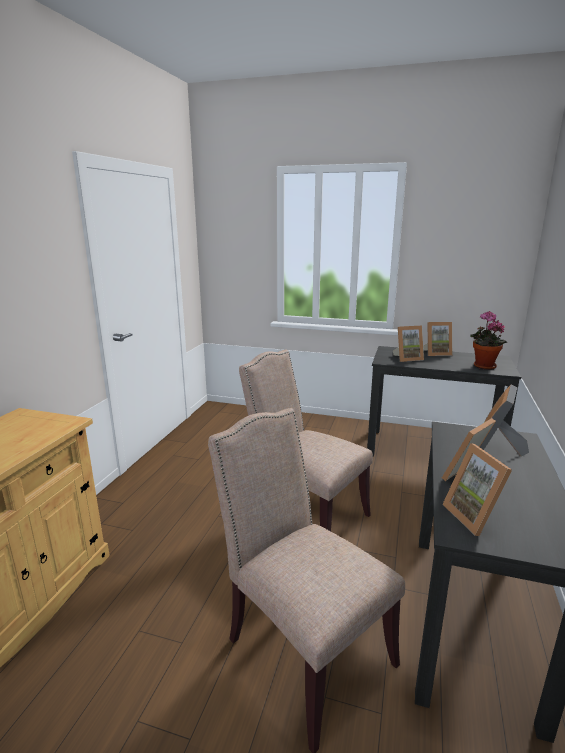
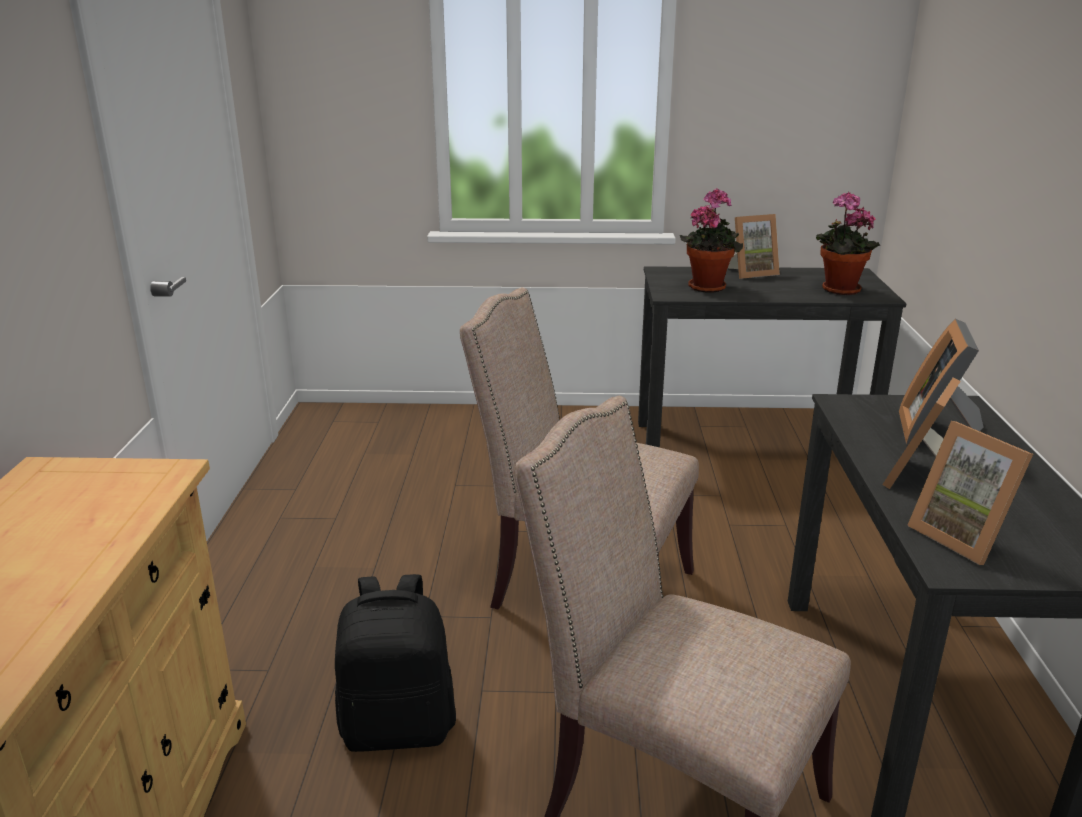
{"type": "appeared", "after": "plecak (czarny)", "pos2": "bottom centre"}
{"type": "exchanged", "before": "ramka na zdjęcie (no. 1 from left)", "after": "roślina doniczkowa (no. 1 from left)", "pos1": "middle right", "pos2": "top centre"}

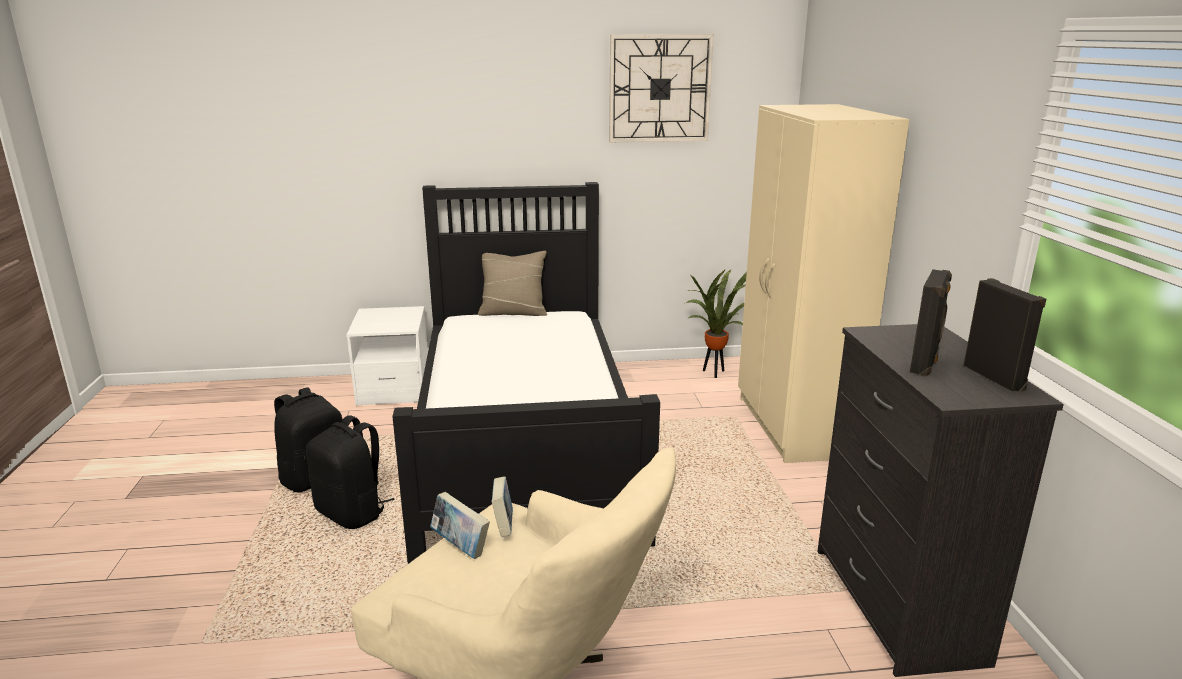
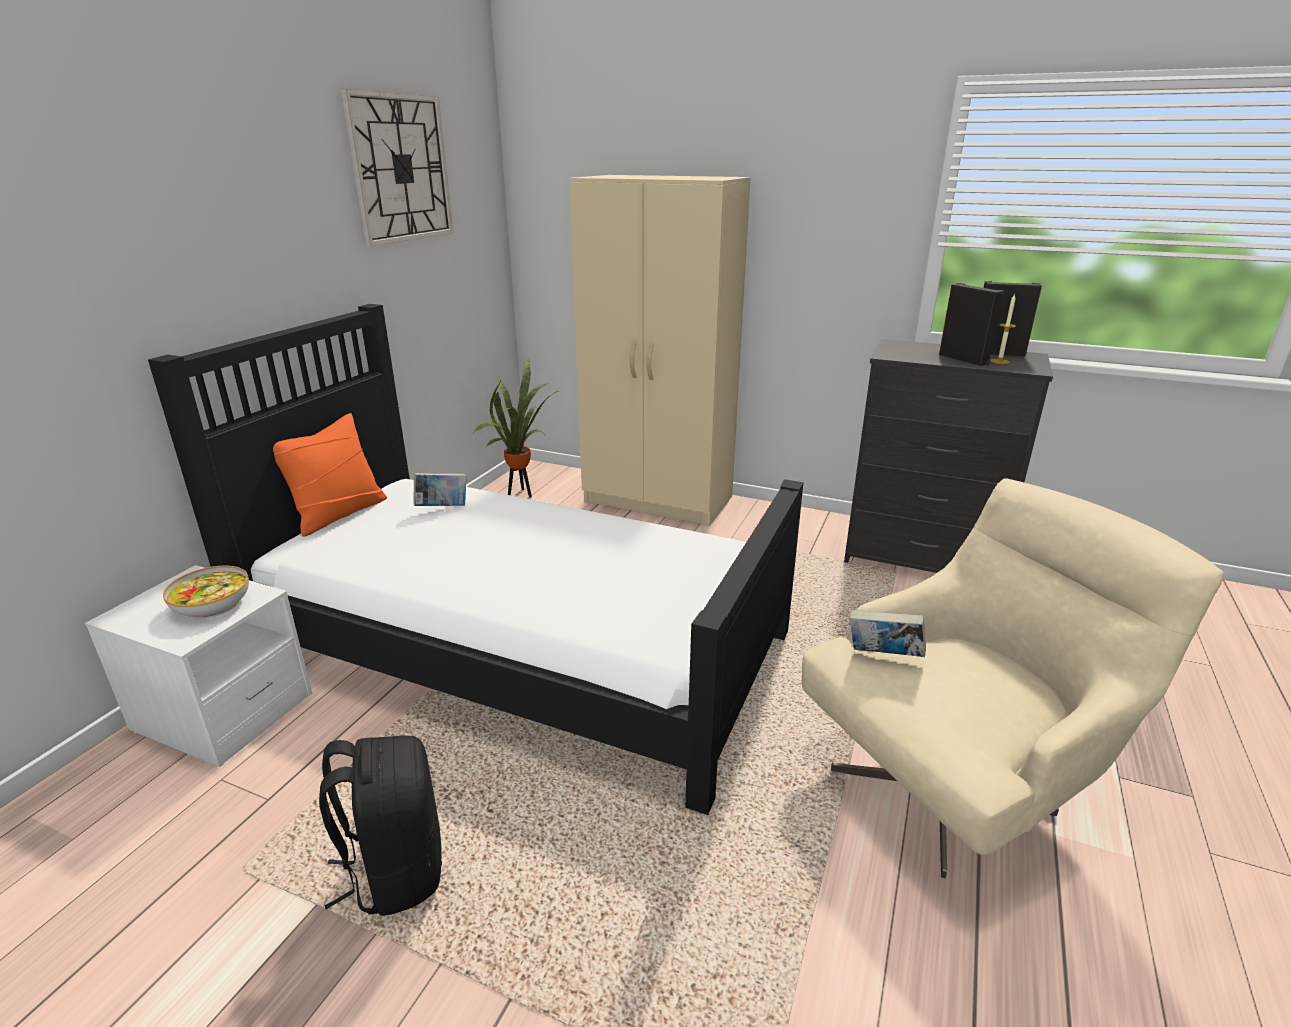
{"type": "appeared", "after": "miska", "pos2": "middle left"}
{"type": "colour", "before": "poduszka (beżowy)", "after": "poduszka (pomarańczowy)", "pos1": "centre", "pos2": "middle left"}
{"type": "relocated", "before": "książka (no. 1 from left)", "pos1": "bottom centre", "pos2": "centre"}
{"type": "appeared", "after": "świeca", "pos2": "top right"}
{"type": "missing", "before": "plecak (czarny) (no. 2 from left)", "pos1": "bottom left"}

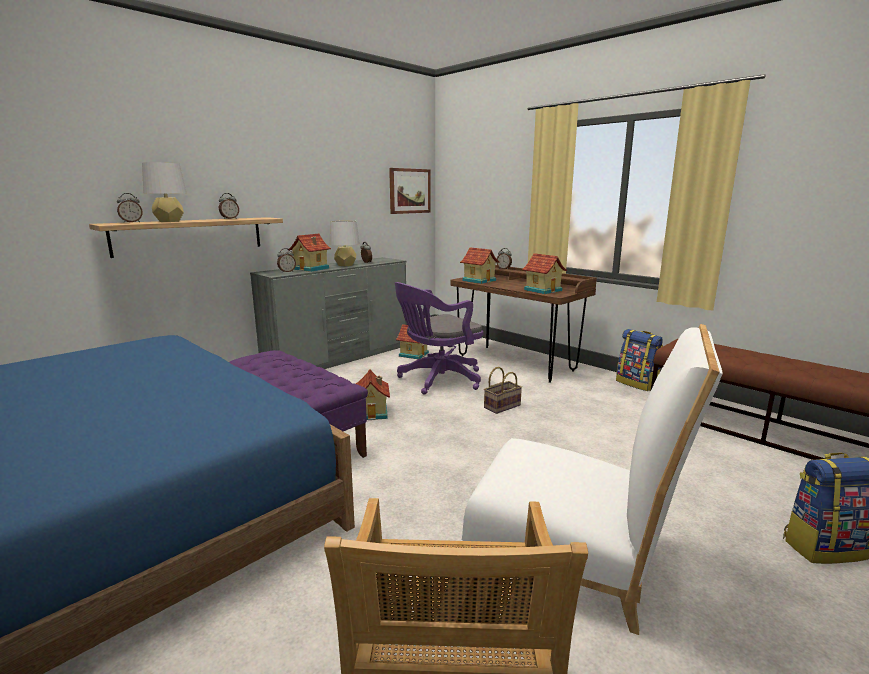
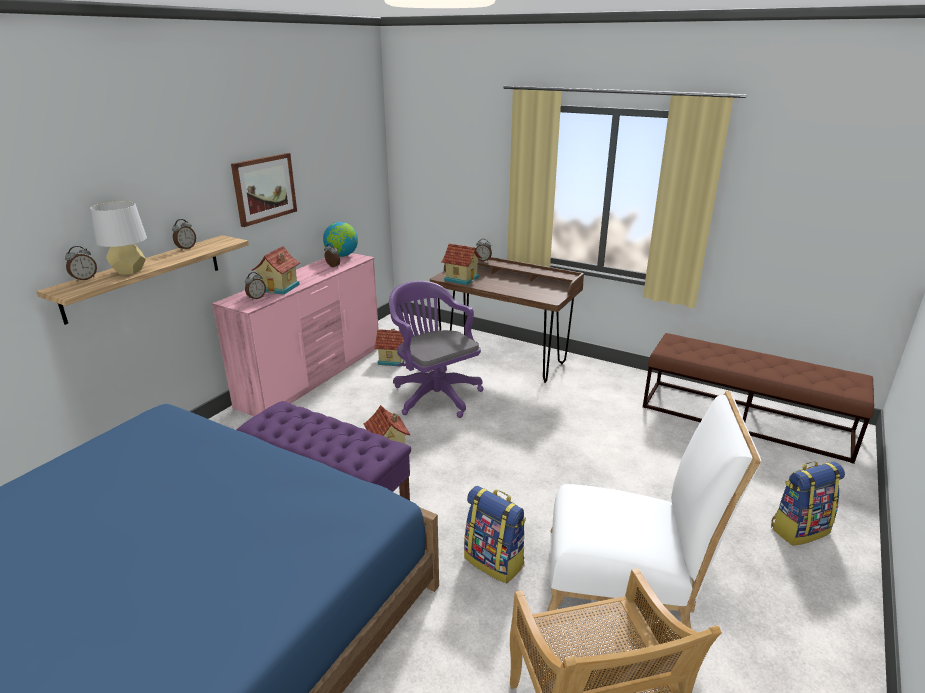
{"type": "colour", "before": "komoda (szary)", "after": "komoda (różowy)", "pos1": "centre", "pos2": "middle left"}
{"type": "relocated", "before": "obraz", "pos1": "top centre", "pos2": "top left"}
{"type": "appeared", "after": "globus", "pos2": "centre"}
{"type": "spun", "before": "krzesło biurowe (fioletowy)", "pos1": "centre", "pos2": "centre", "turn": 105}
{"type": "relocated", "before": "plecak (no. 1 from left)", "pos1": "middle right", "pos2": "bottom centre"}
{"type": "missing", "before": "lampa stołowa (szary) (no. 2 from left)", "pos1": "centre"}
{"type": "missing", "before": "koszyk", "pos1": "centre"}
{"type": "missing", "before": "domek (no. 5 from left)", "pos1": "centre"}

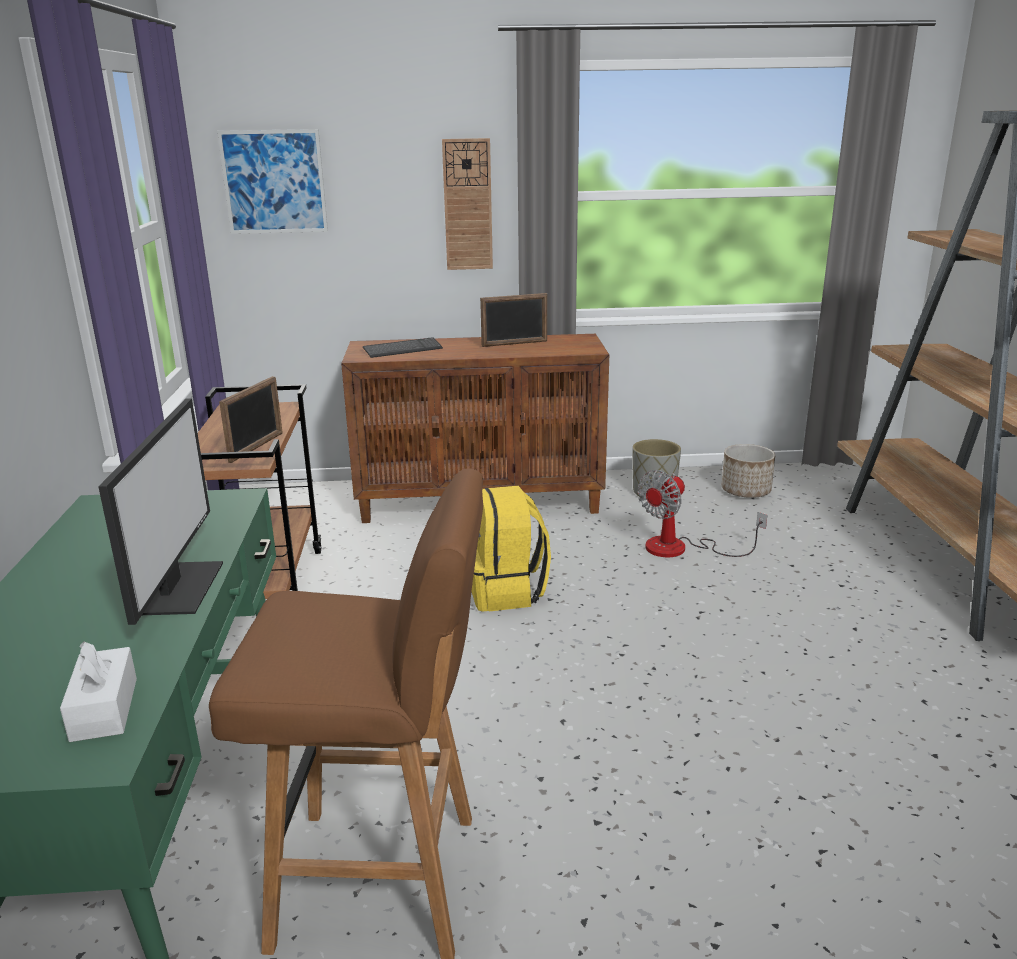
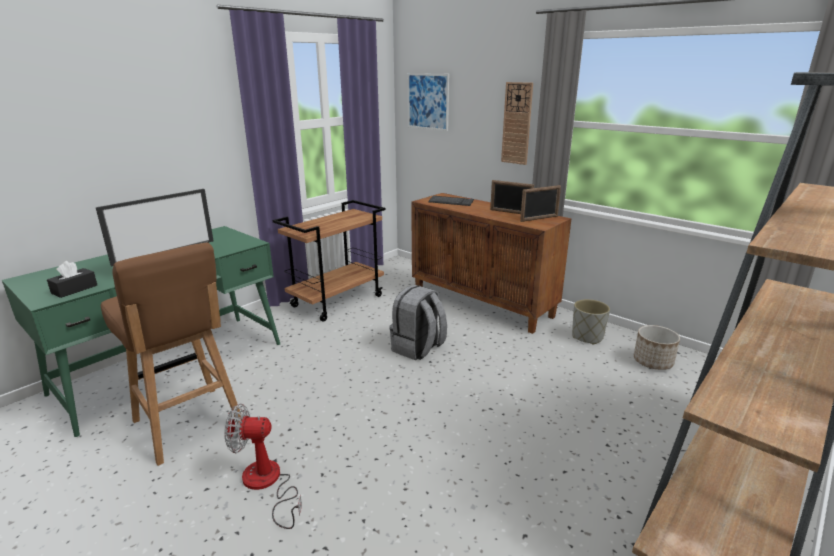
{"type": "colour", "before": "pudełko chusteczek (biały)", "after": "pudełko chusteczek (czarny)", "pos1": "bottom left", "pos2": "middle left"}
{"type": "relocated", "before": "wentylator", "pos1": "middle right", "pos2": "bottom left"}
{"type": "colour", "before": "plecak (żółty)", "after": "plecak (szary)", "pos1": "centre", "pos2": "centre"}
{"type": "relocated", "before": "ramka na zdjęcie (no. 1 from left in the first image)", "after": "ramka na zdjęcie (no. 2 from left)", "pos1": "middle left", "pos2": "centre"}

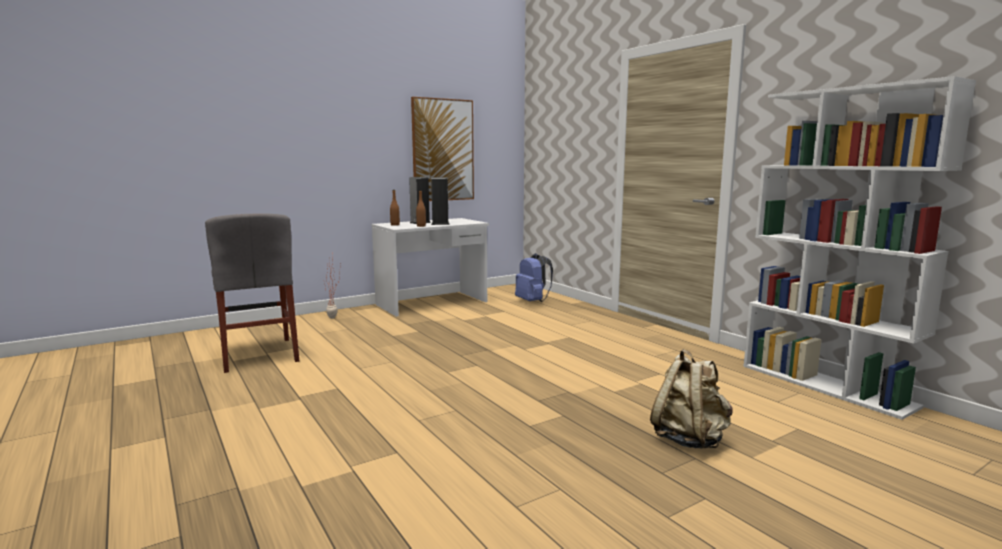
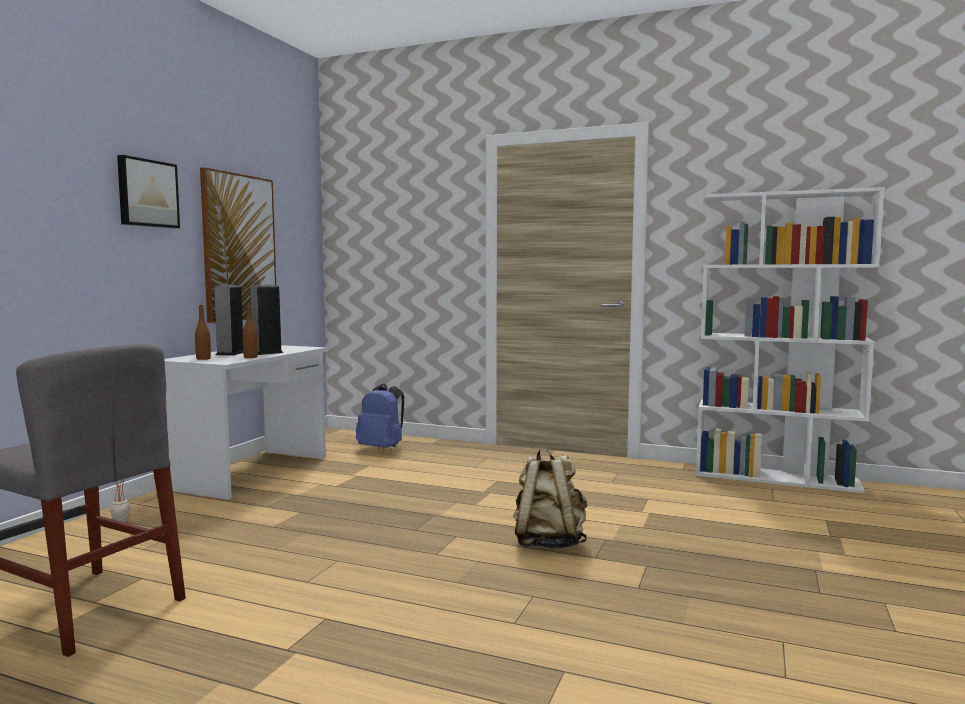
{"type": "appeared", "after": "obraz (no. 1 from left)", "pos2": "top left"}
{"type": "relocated", "before": "plecak (beżowy)", "pos1": "bottom right", "pos2": "bottom centre"}

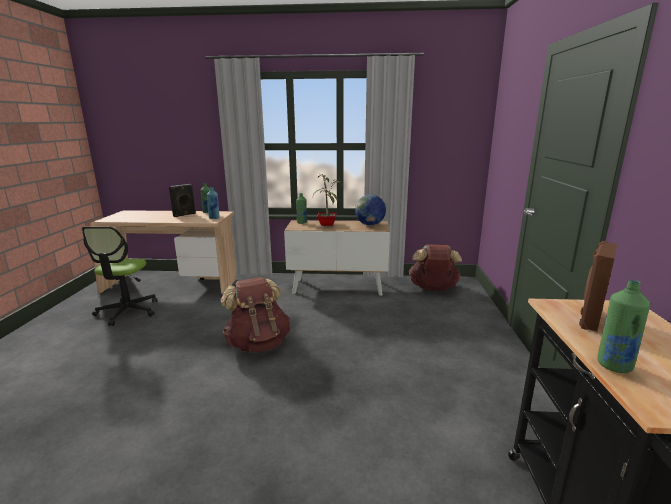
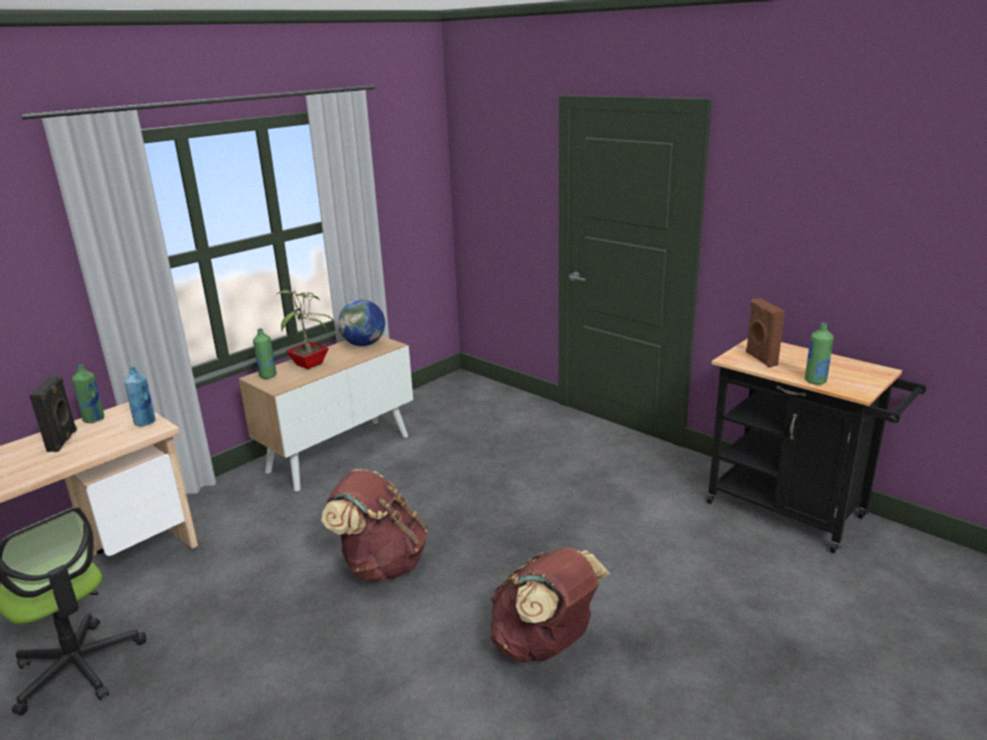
{"type": "relocated", "before": "plecak (brązowy) (no. 2 from left)", "pos1": "centre", "pos2": "bottom centre"}

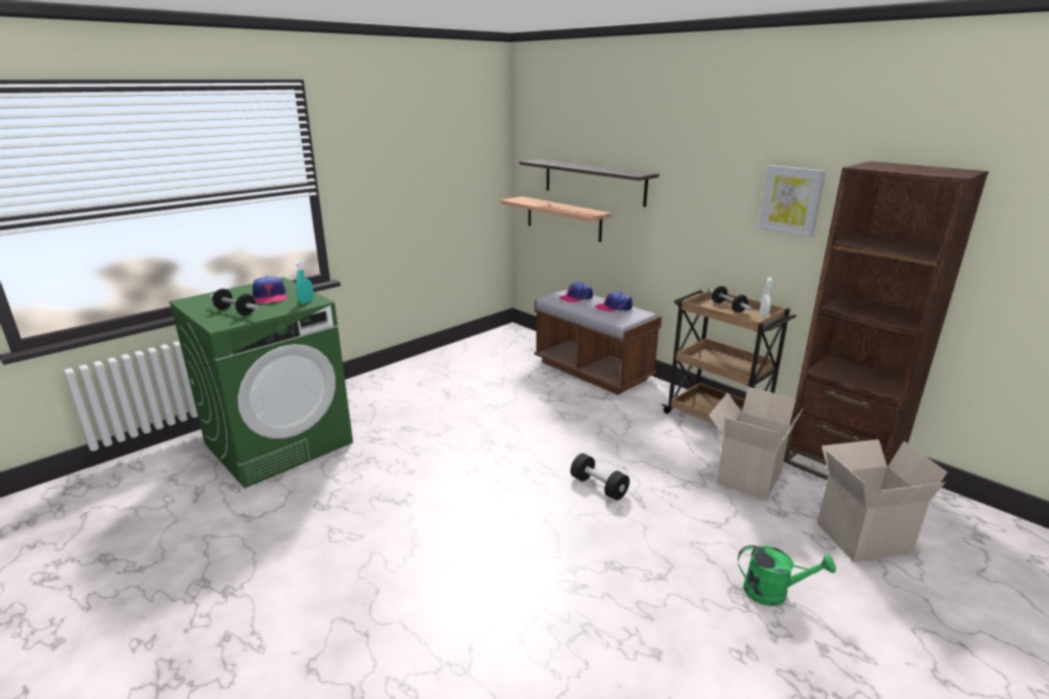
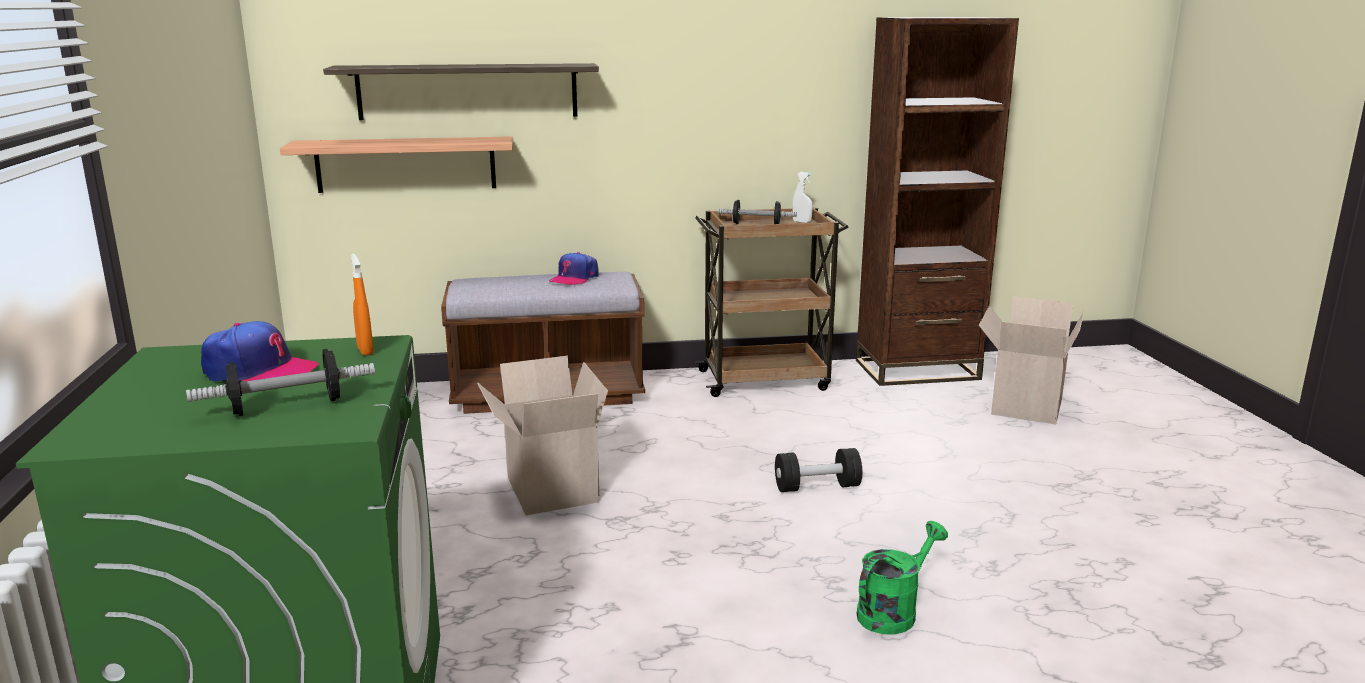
{"type": "colour", "before": "spryskiwacz (turkusowy)", "after": "spryskiwacz (pomarańczowy)", "pos1": "middle left", "pos2": "middle left"}
{"type": "relocated", "before": "karton (no. 1 from left)", "pos1": "middle right", "pos2": "centre"}
{"type": "relocated", "before": "konewka (zielony)", "pos1": "bottom right", "pos2": "bottom centre"}
{"type": "missing", "before": "czapka z daszkiem (no. 2 from left)", "pos1": "centre"}
{"type": "missing", "before": "obraz", "pos1": "top right"}

